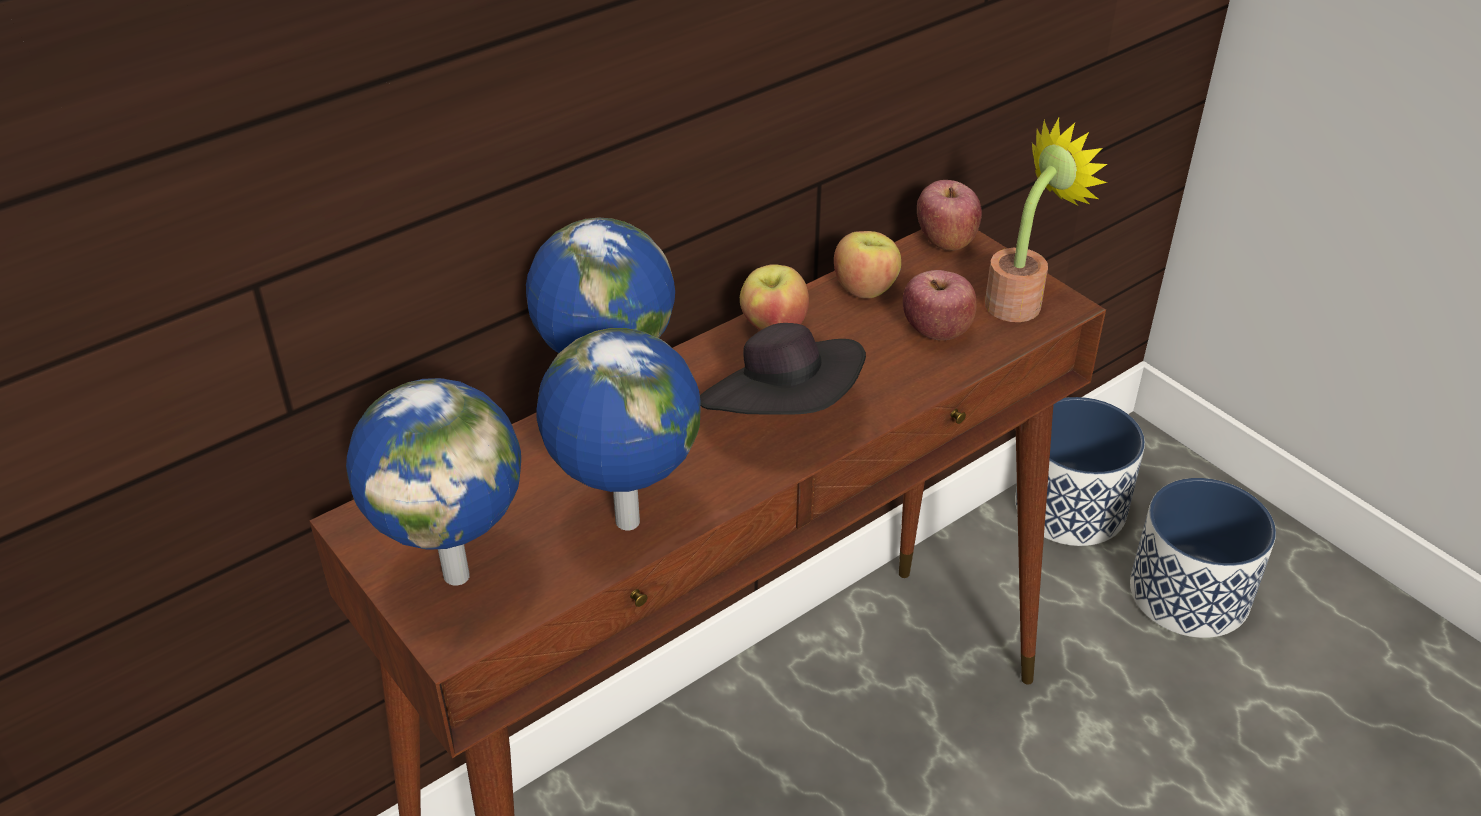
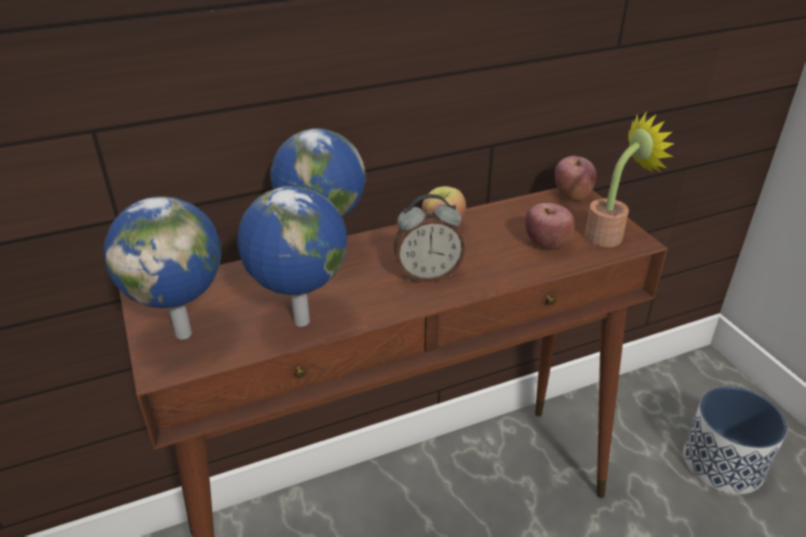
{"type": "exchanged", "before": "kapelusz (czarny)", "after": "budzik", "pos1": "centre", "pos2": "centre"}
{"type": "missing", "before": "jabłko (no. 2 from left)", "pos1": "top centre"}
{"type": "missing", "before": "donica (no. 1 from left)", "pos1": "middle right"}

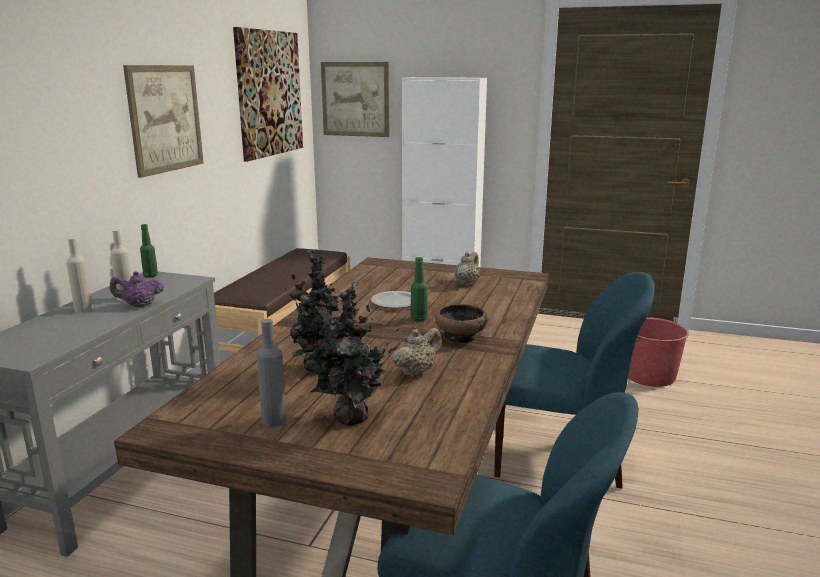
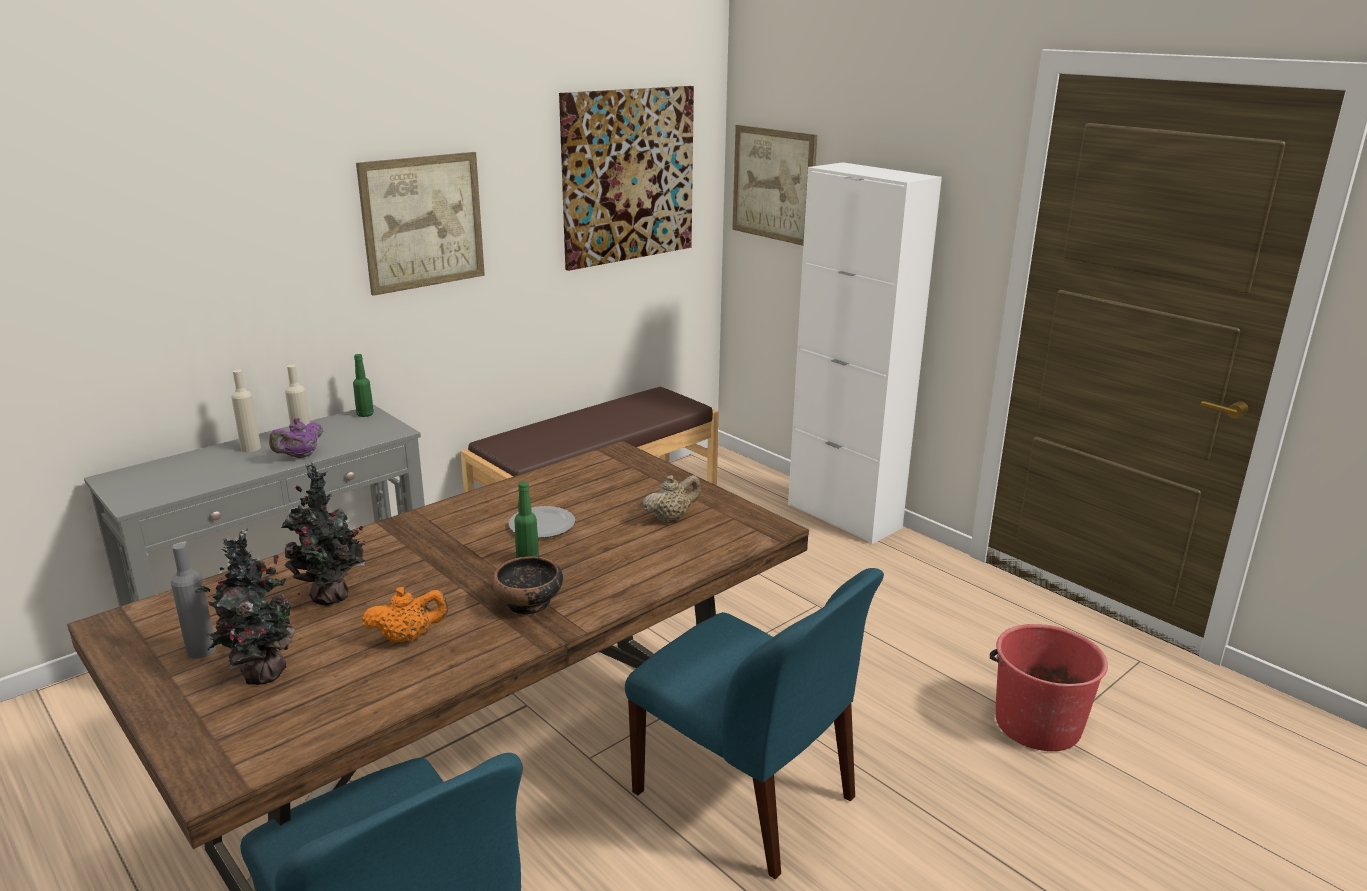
{"type": "spun", "before": "imbryk (fioletowy)", "pos1": "middle left", "pos2": "middle left", "turn": -75}
{"type": "colour", "before": "imbryk (beżowy) (no. 1 from left)", "after": "imbryk (pomarańczowy)", "pos1": "centre", "pos2": "bottom left"}

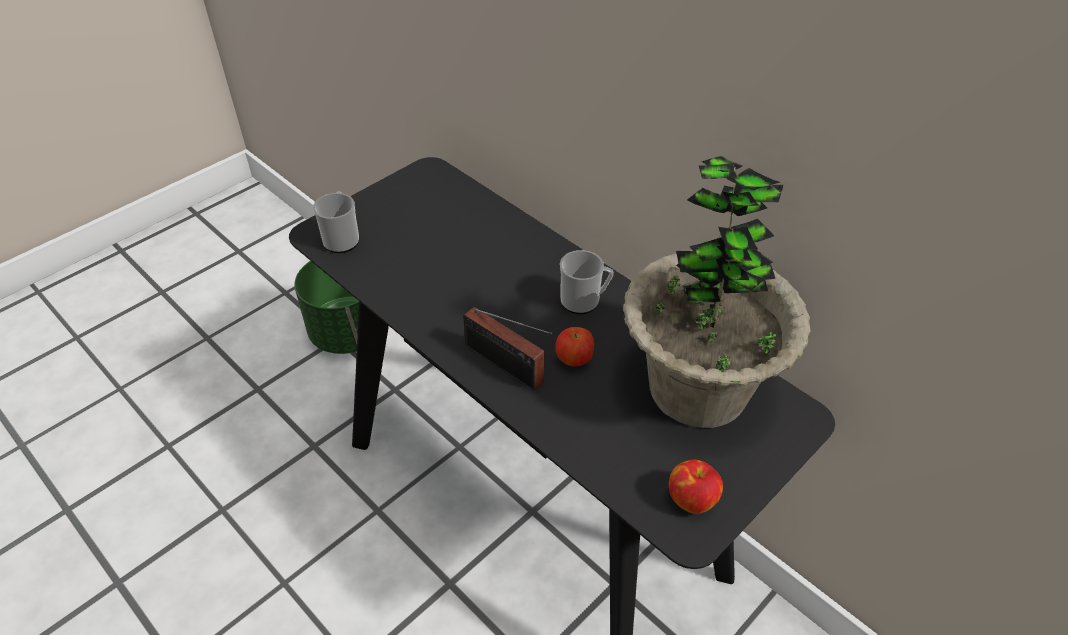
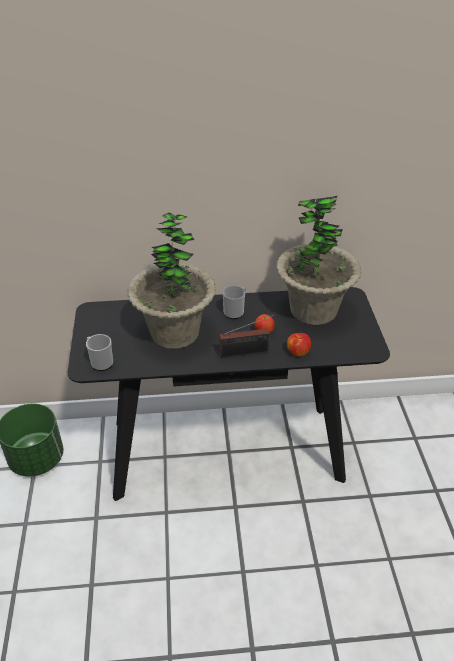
{"type": "appeared", "after": "roślina doniczkowa (no. 1 from left)", "pos2": "centre"}
{"type": "relocated", "before": "jabłko (no. 2 from left)", "pos1": "bottom centre", "pos2": "centre"}

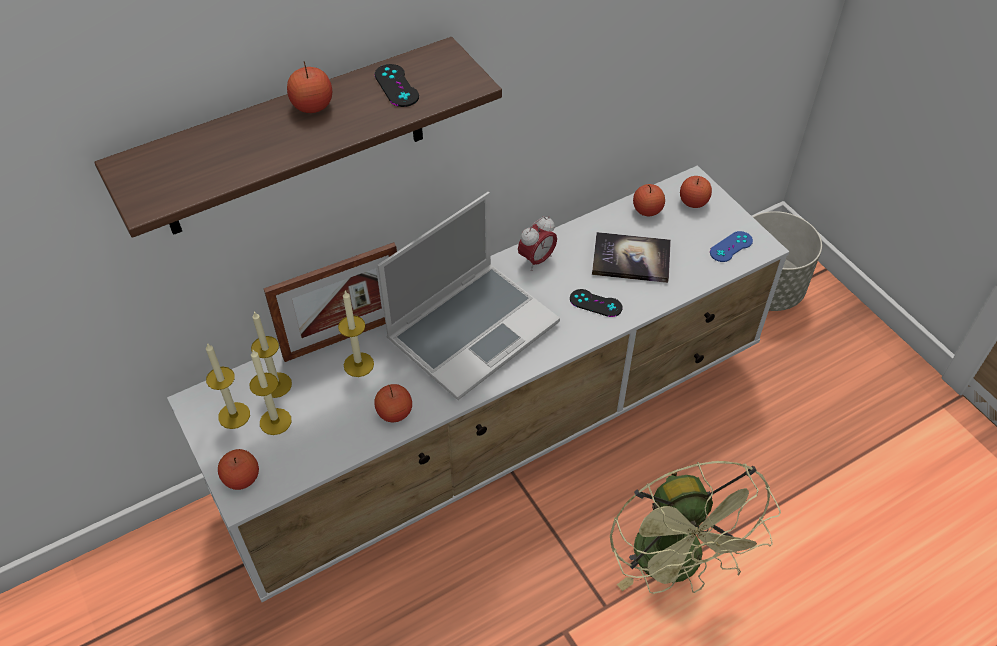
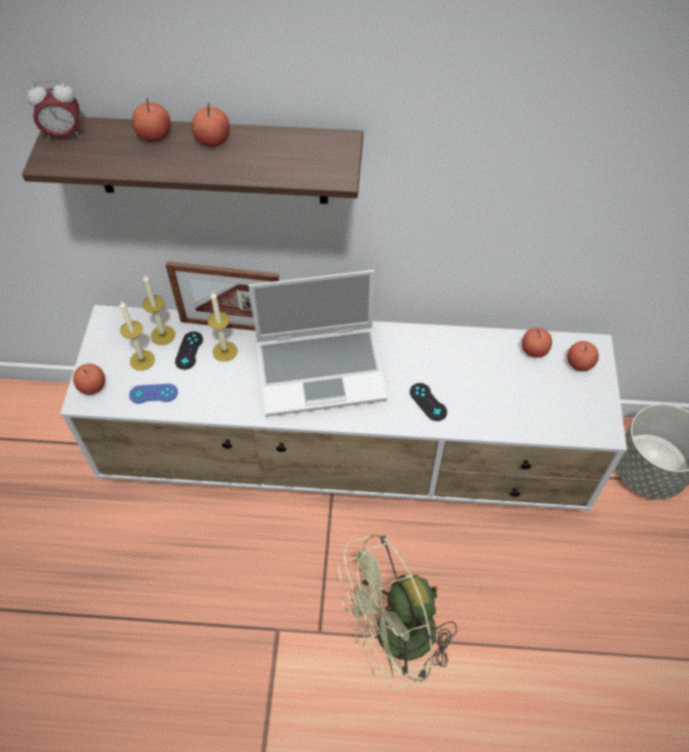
{"type": "relocated", "before": "budzik", "pos1": "centre", "pos2": "top left"}
{"type": "relocated", "before": "pad do gier (niebieski)", "pos1": "middle right", "pos2": "middle left"}
{"type": "relocated", "before": "jabłko (no. 3 from left in the first image)", "after": "jabłko (no. 2 from left)", "pos1": "centre", "pos2": "top left"}
{"type": "relocated", "before": "pad do gier (czarny) (no. 1 from left)", "pos1": "top centre", "pos2": "middle left"}
{"type": "spun", "before": "wentylator (zielony)", "pos1": "bottom right", "pos2": "bottom centre", "turn": 45}
{"type": "missing", "before": "świeca (no. 1 from left)", "pos1": "middle left"}
{"type": "missing", "before": "książka", "pos1": "centre"}

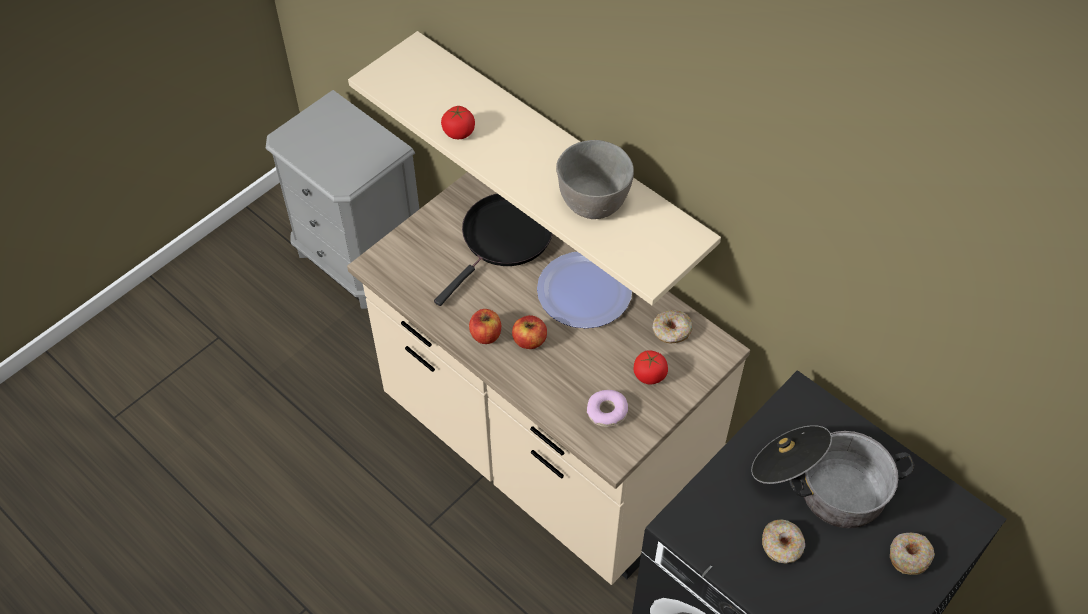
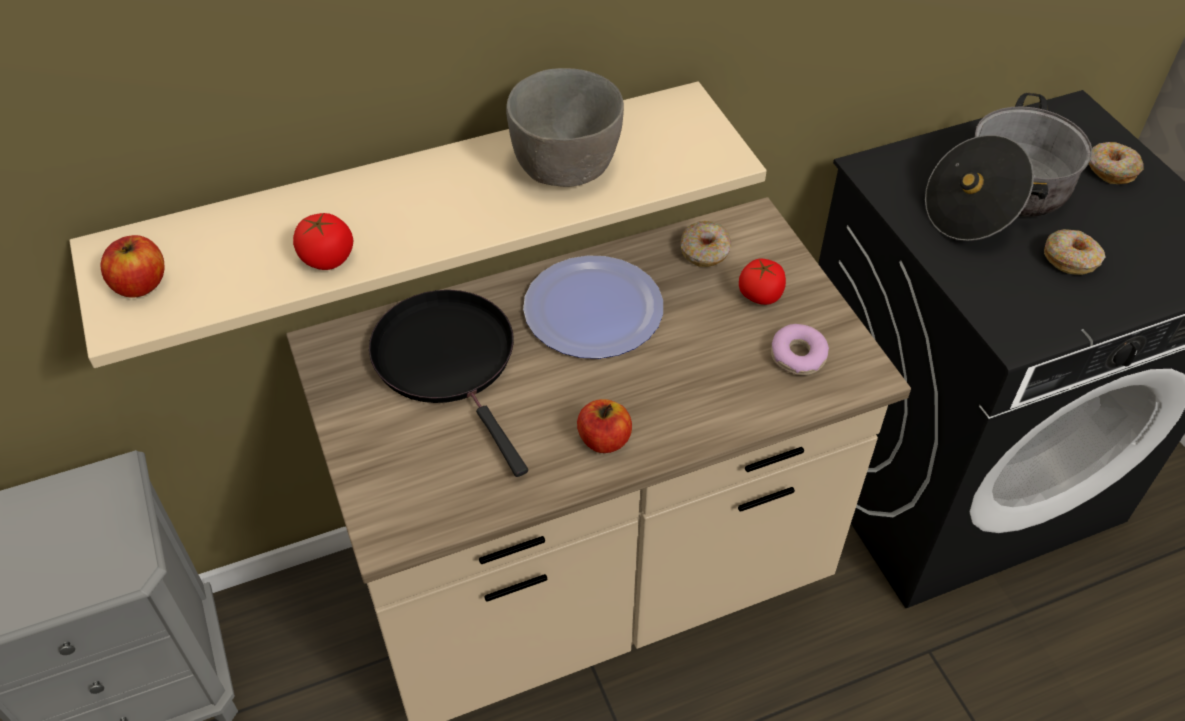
{"type": "relocated", "before": "jabłko (no. 2 from left in the first image)", "after": "jabłko (no. 1 from left)", "pos1": "centre", "pos2": "middle left"}

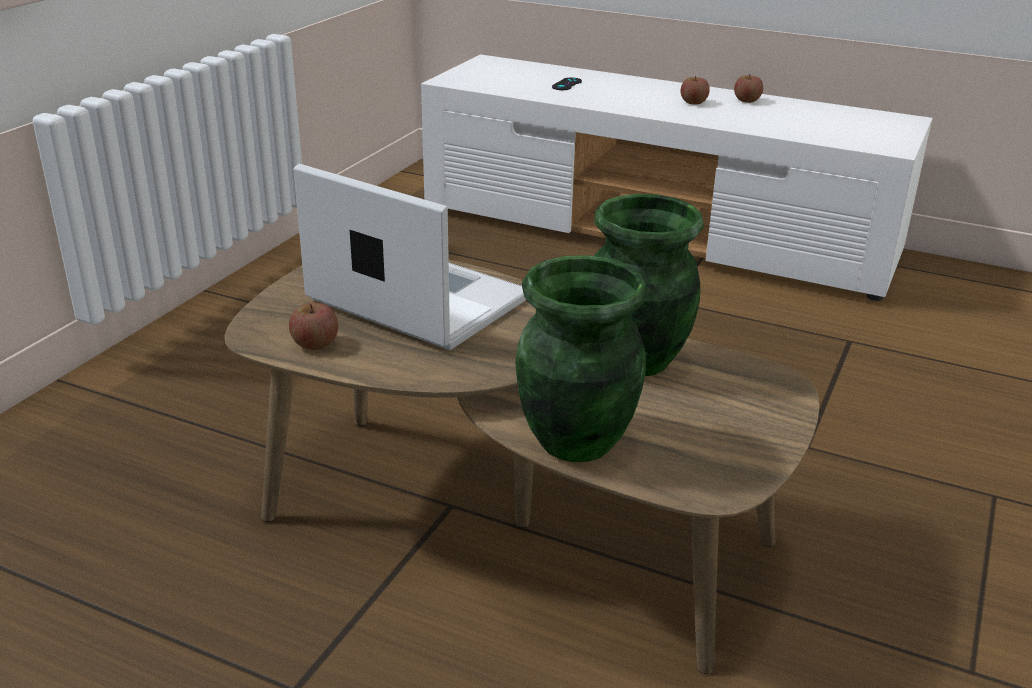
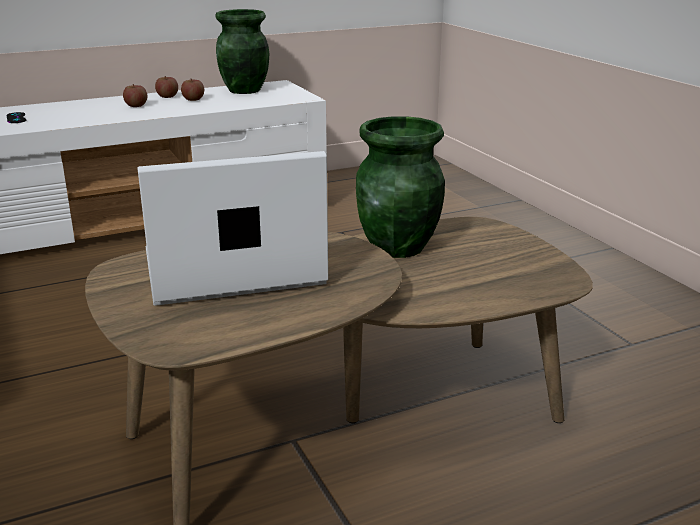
{"type": "relocated", "before": "jabłko (no. 1 from left in the first image)", "after": "jabłko (no. 3 from left)", "pos1": "middle left", "pos2": "top left"}
{"type": "relocated", "before": "wazon (zielony) (no. 1 from left)", "pos1": "centre", "pos2": "top centre"}

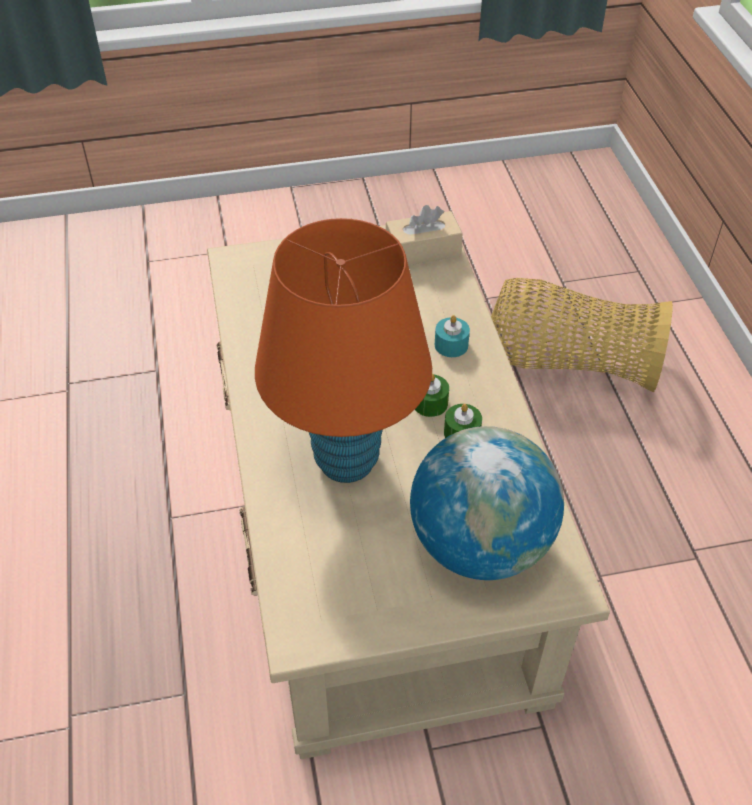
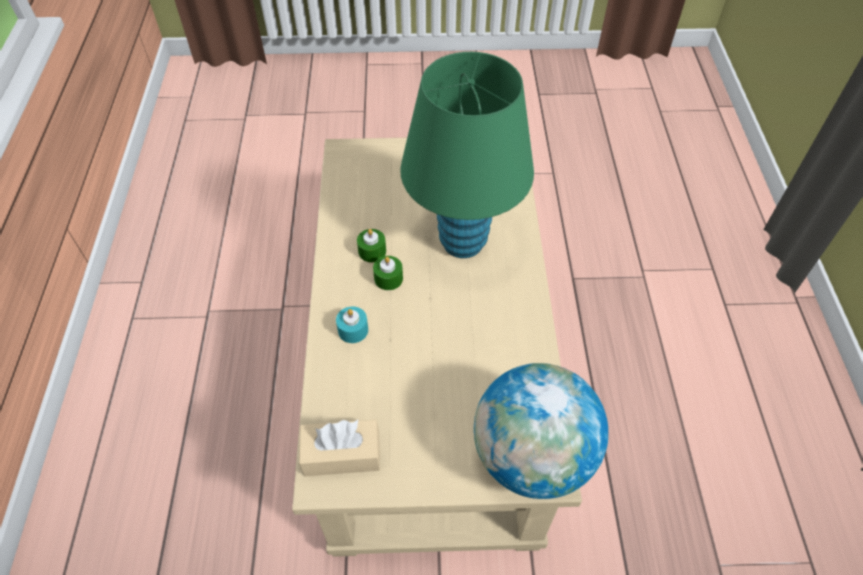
{"type": "colour", "before": "lampa stołowa (pomarańczowy)", "after": "lampa stołowa (zielony)", "pos1": "centre", "pos2": "top centre"}
{"type": "relocated", "before": "globus", "pos1": "centre", "pos2": "bottom centre"}
{"type": "missing", "before": "koszyk", "pos1": "middle right"}

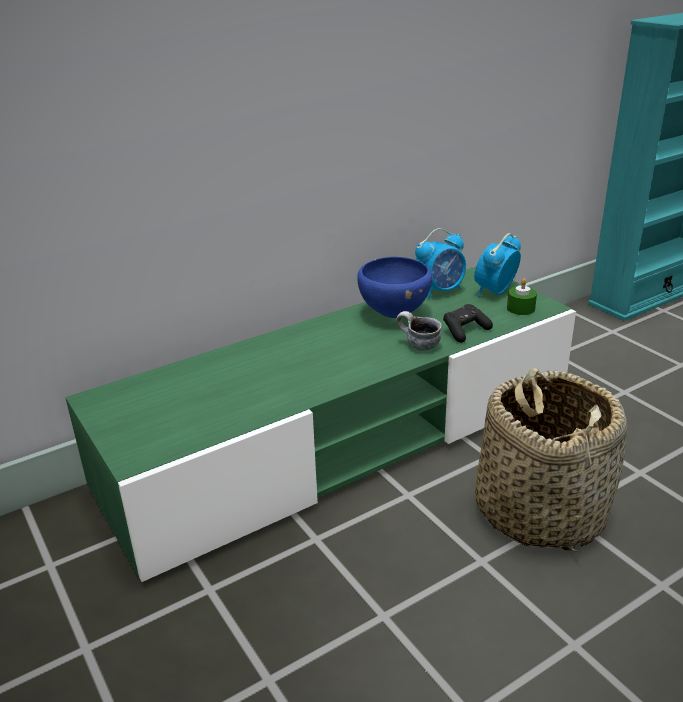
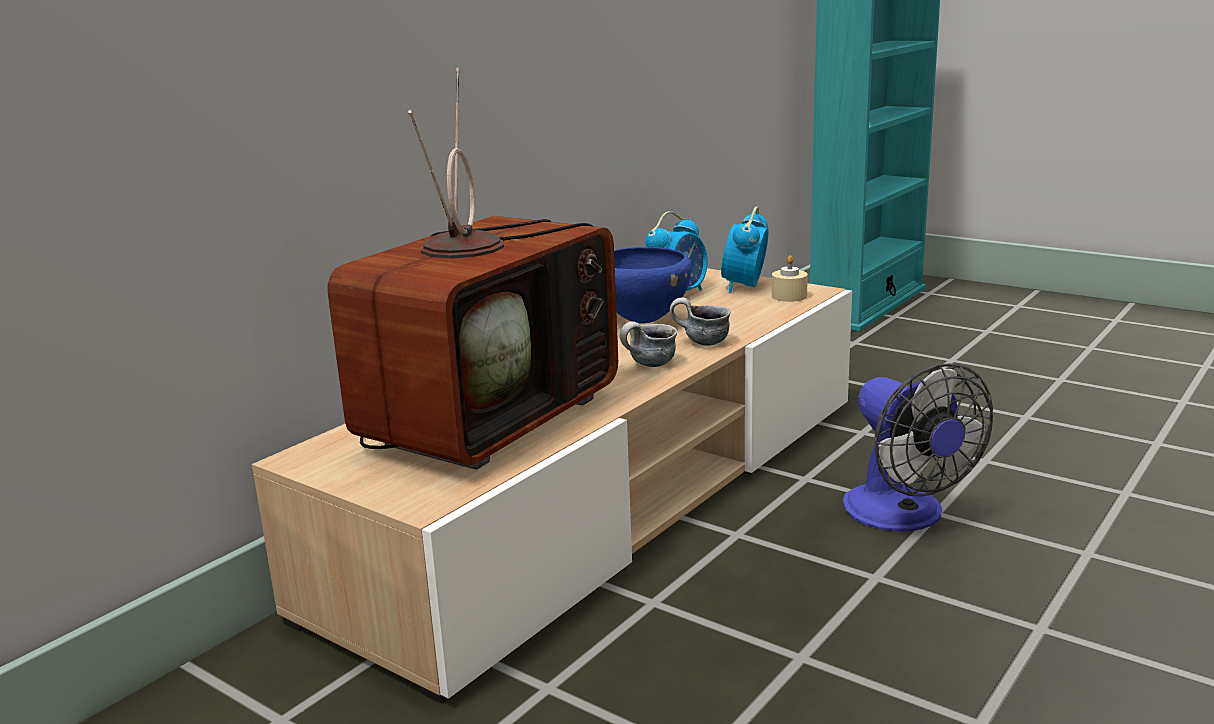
{"type": "colour", "before": "szafka pod telewizor (zielony)", "after": "szafka pod telewizor (beżowy)", "pos1": "centre", "pos2": "bottom centre"}
{"type": "appeared", "after": "telewizor", "pos2": "centre"}
{"type": "appeared", "after": "kubek (no. 1 from left)", "pos2": "centre"}
{"type": "colour", "before": "świeca (zielony)", "after": "świeca (beżowy)", "pos1": "middle right", "pos2": "centre"}
{"type": "exchanged", "before": "koszyk", "after": "wentylator", "pos1": "middle right", "pos2": "middle right"}
{"type": "missing", "before": "pad do gier (czarny)", "pos1": "middle right"}

